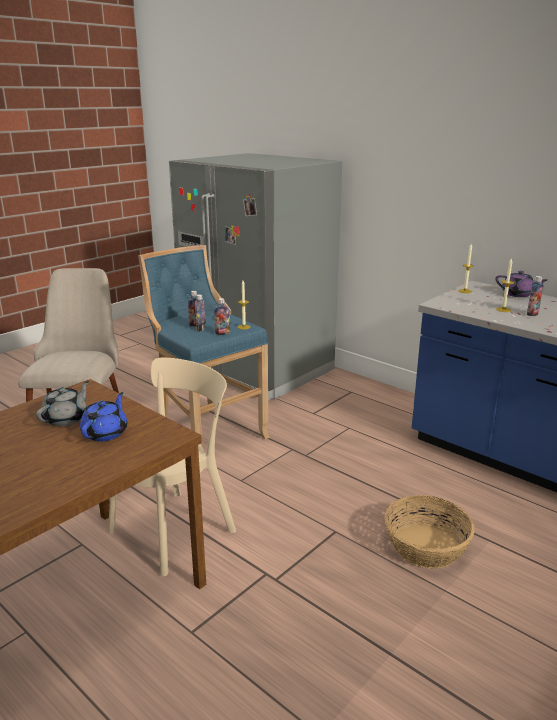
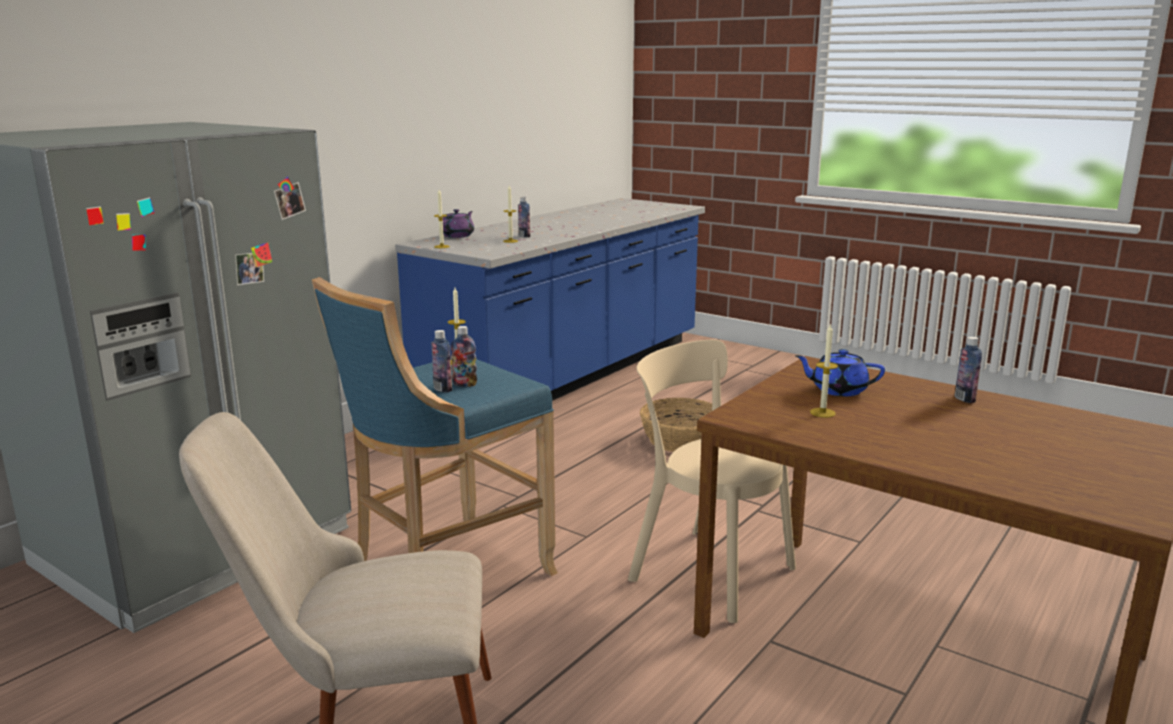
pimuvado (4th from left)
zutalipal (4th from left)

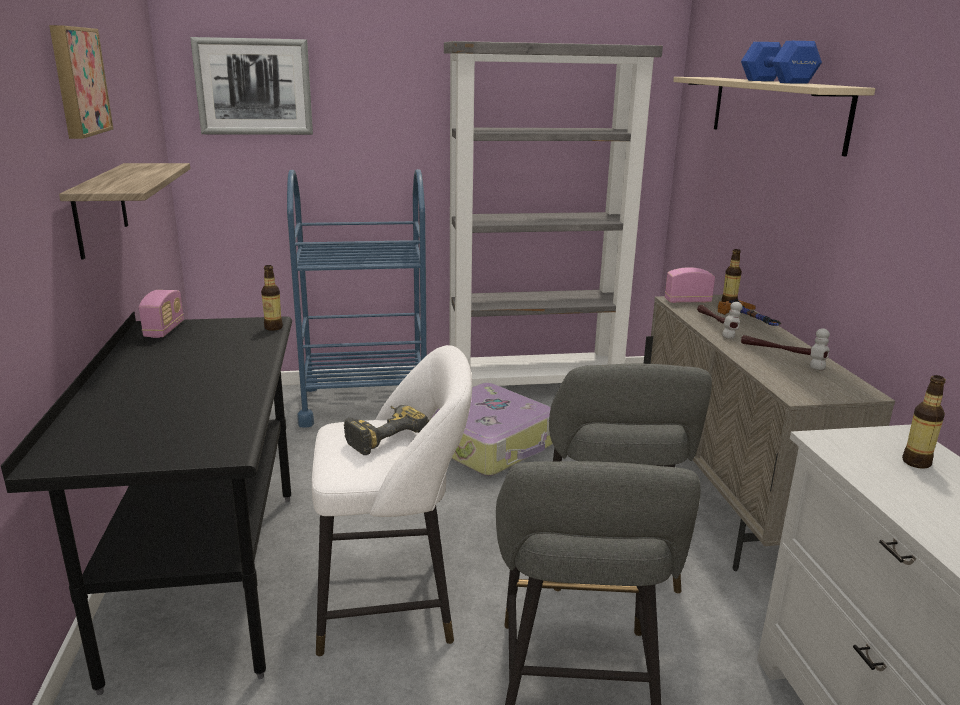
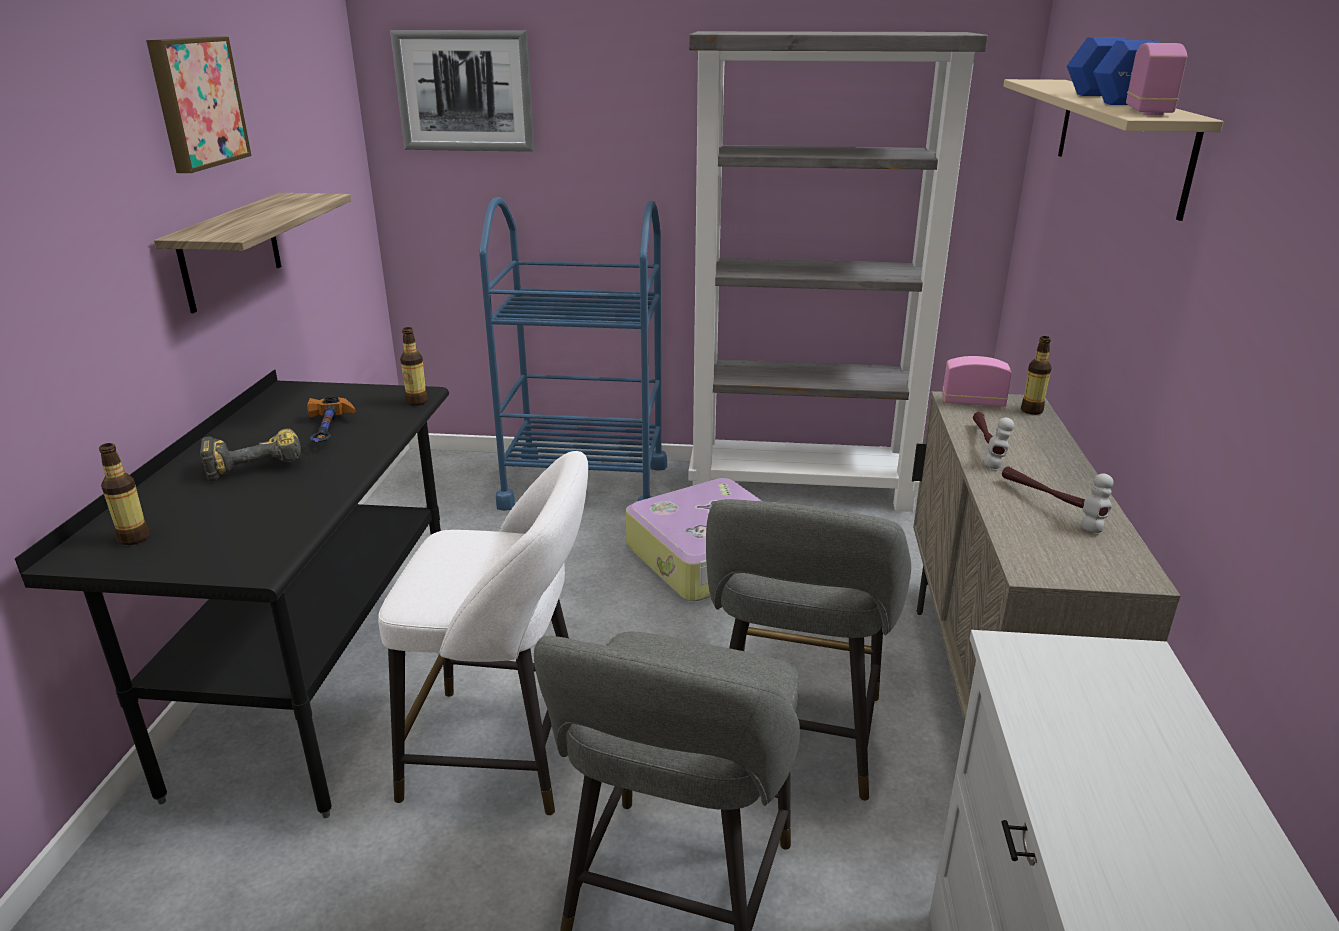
zutalipal (1st from left)
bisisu
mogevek (1st from left)
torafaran (2nd from left)

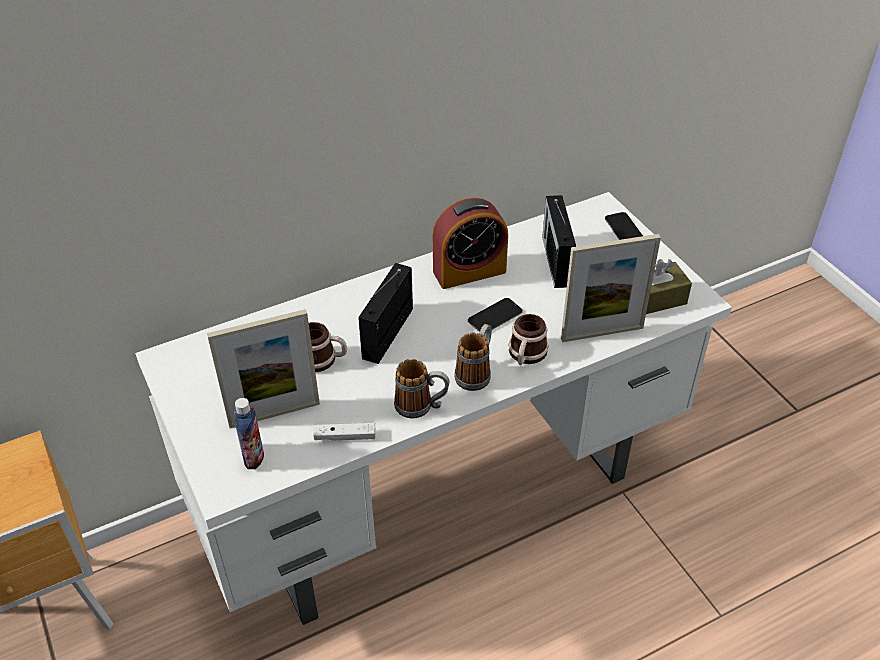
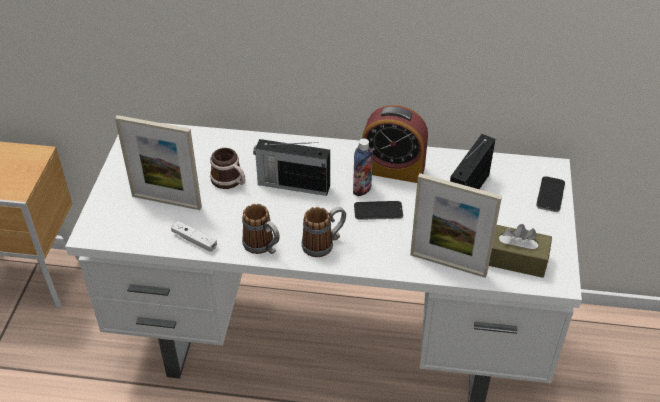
torafaran (1st from left)
zutalipal
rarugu (4th from left in the first image)

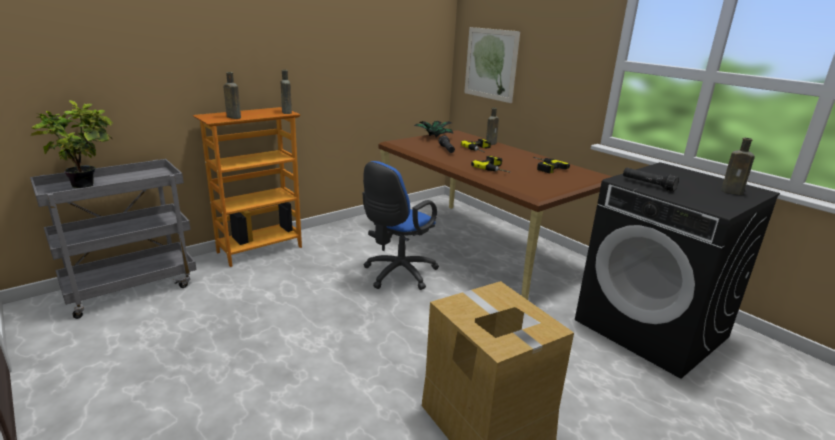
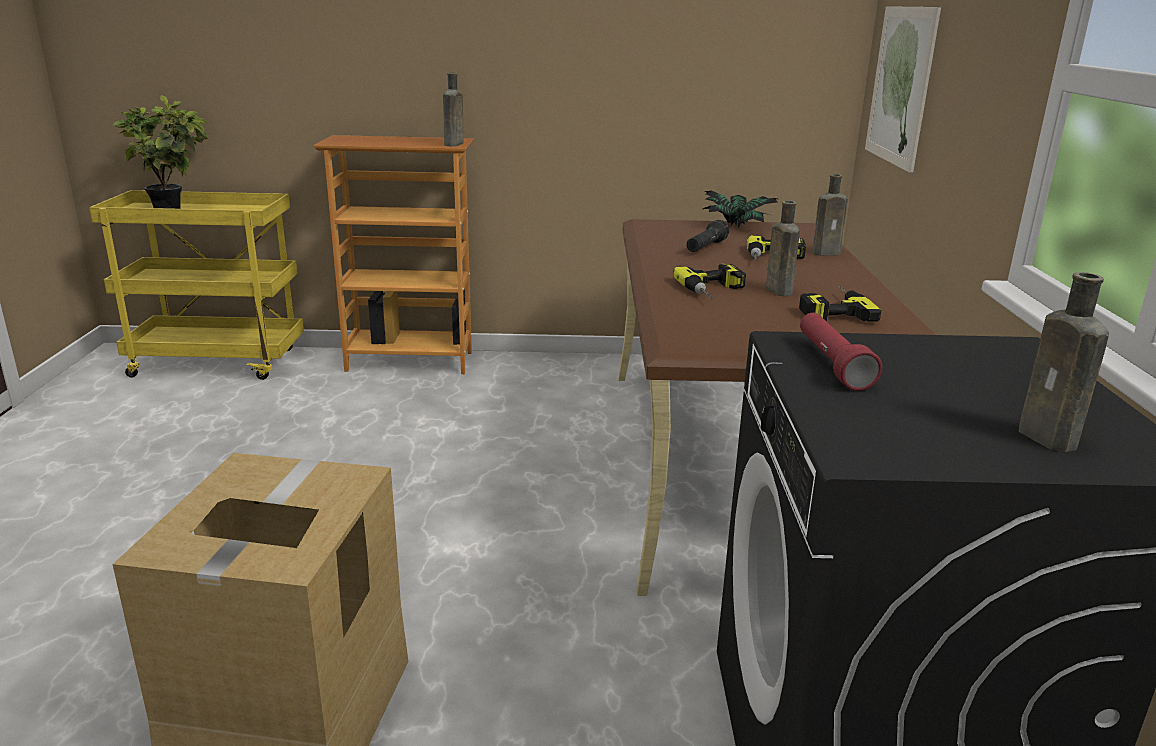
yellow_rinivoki
brown_zutalipal (2nd from left)
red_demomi
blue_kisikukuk

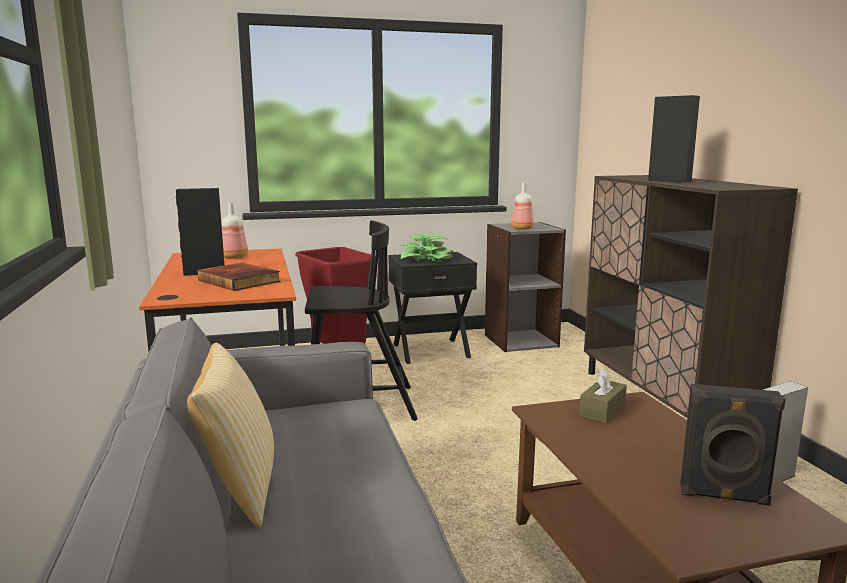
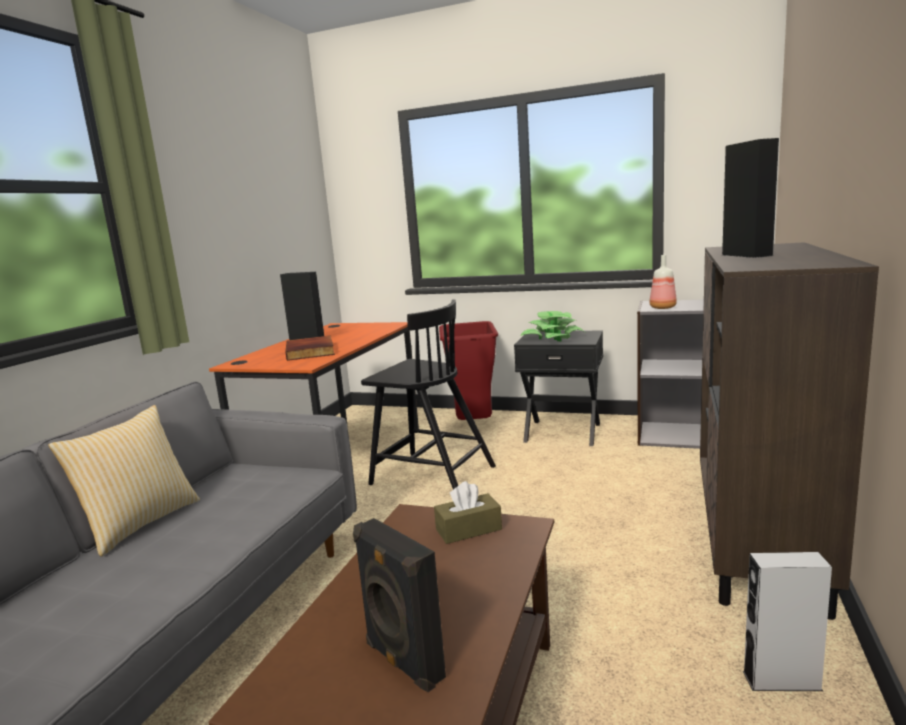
zutalipal (1st from left in the first image)

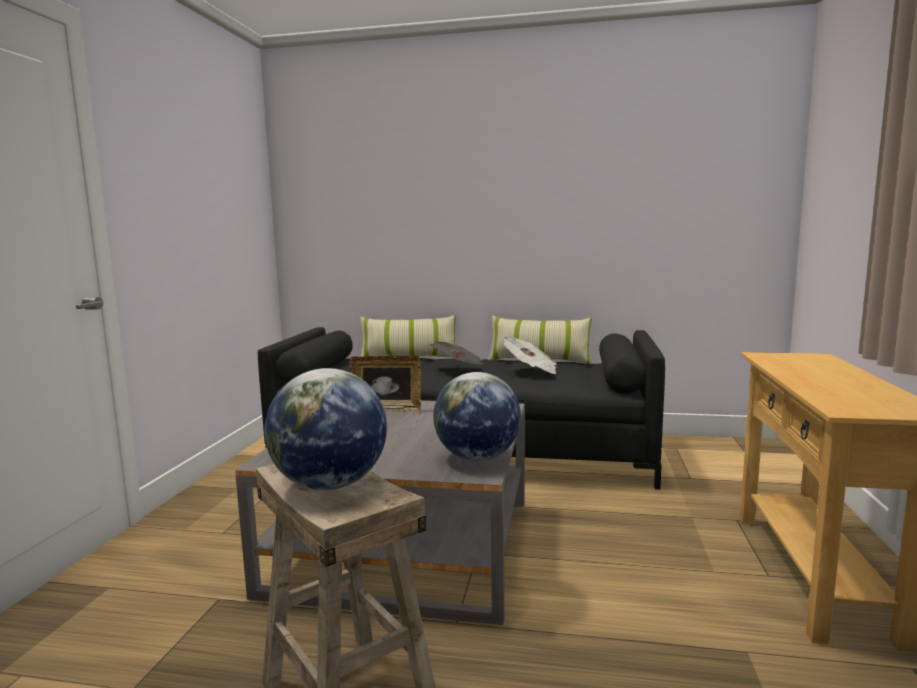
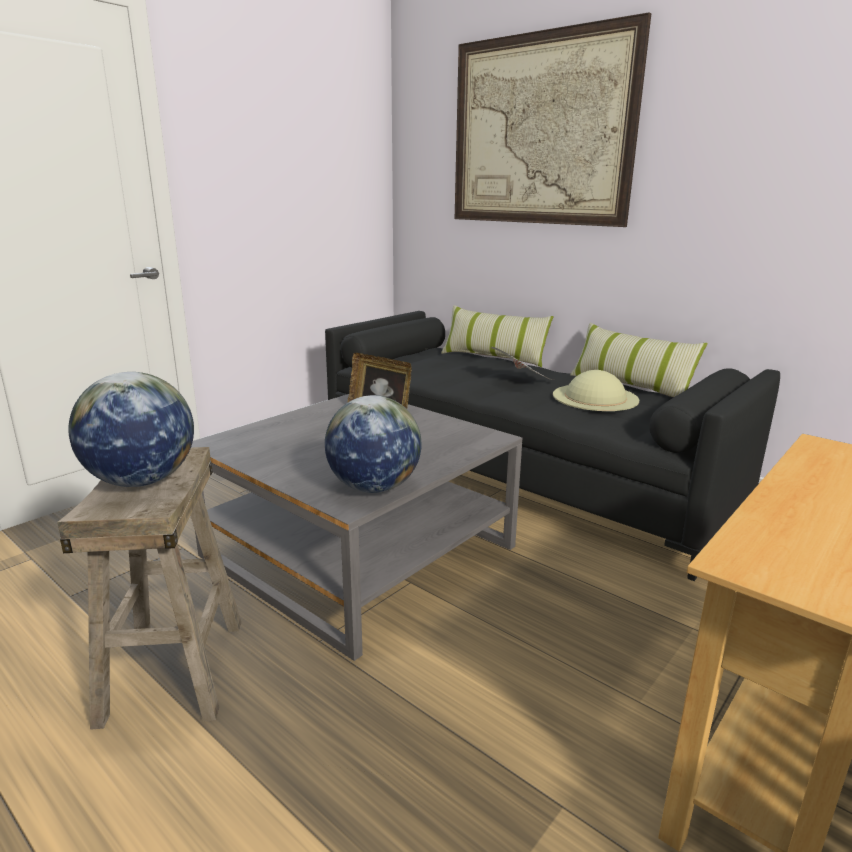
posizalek
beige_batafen

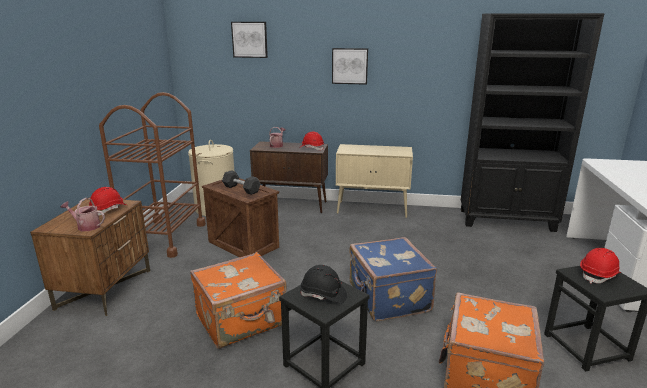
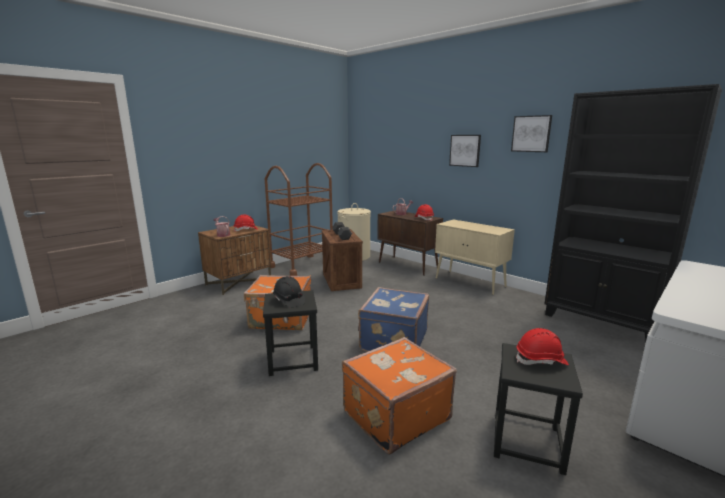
posizalek (2nd from left)

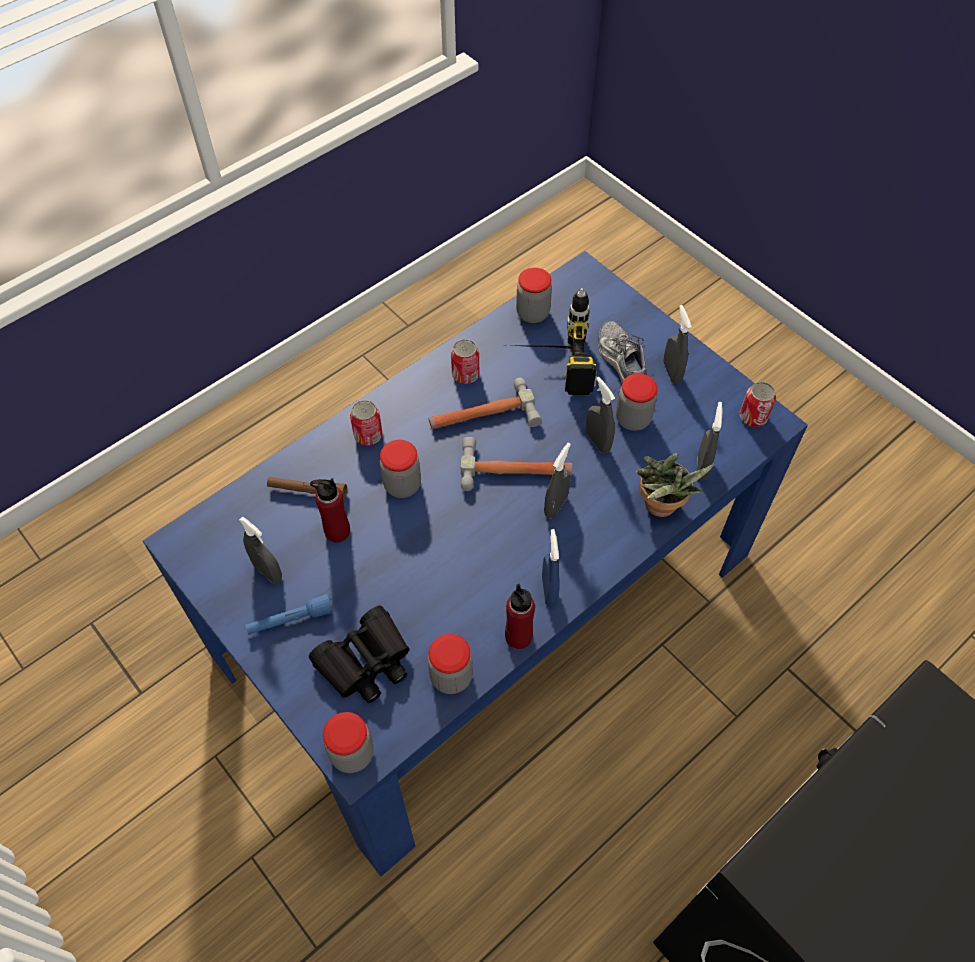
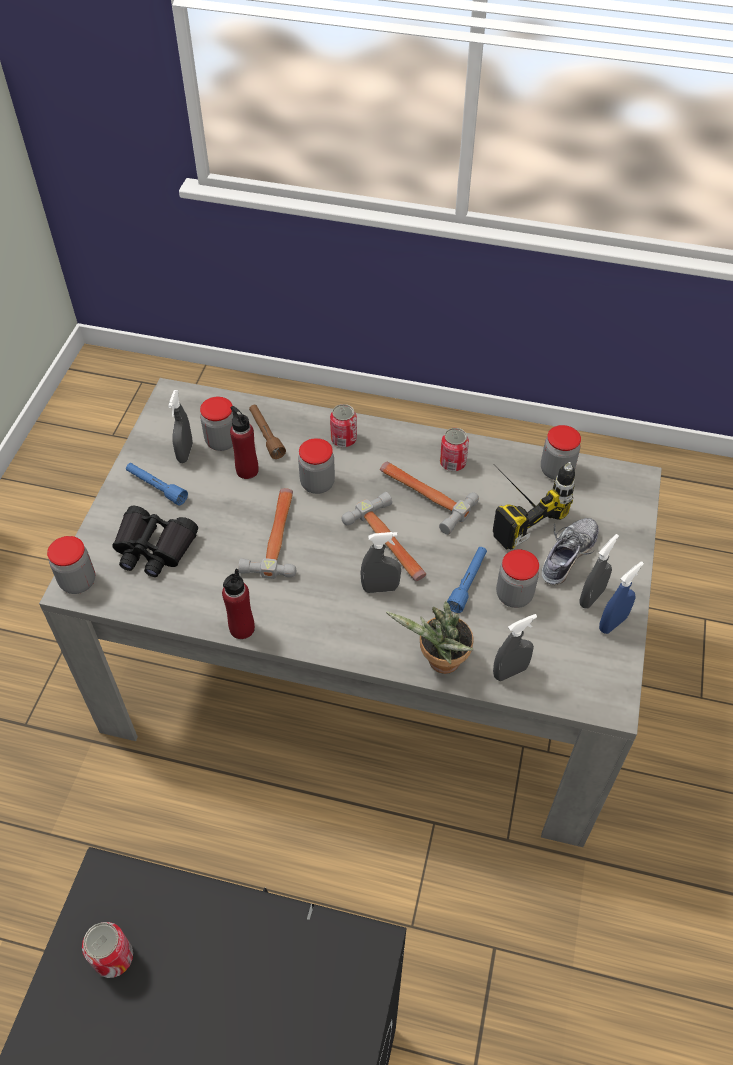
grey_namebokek
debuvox (1st from left)
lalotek (2nd from left)
mogevek (1st from left)
blue_demomi (2nd from left)
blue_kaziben

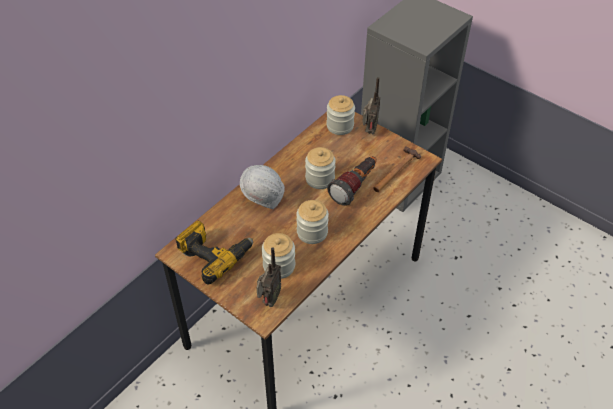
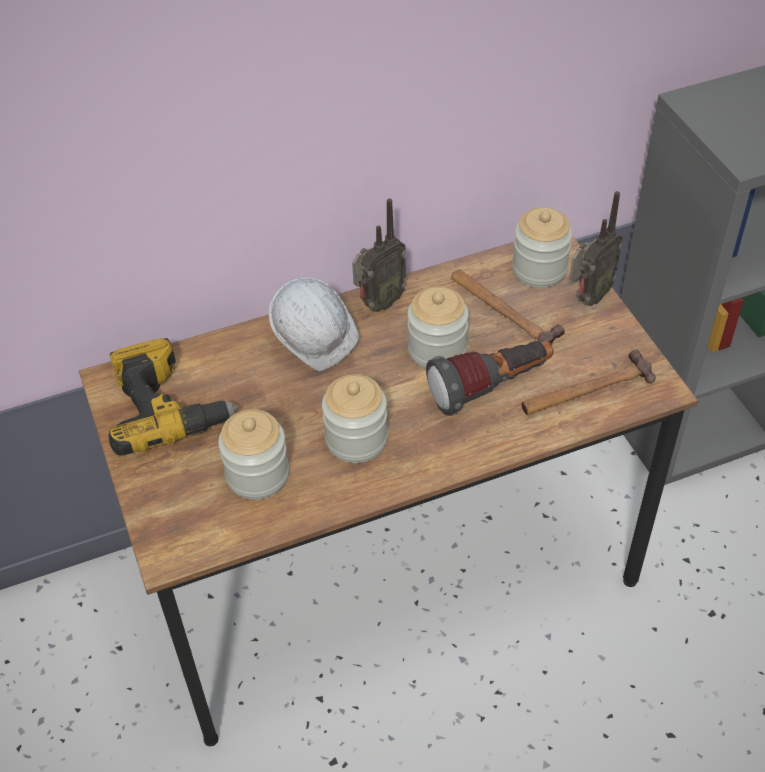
torafaran (1st from left)
mogevek (1st from left)

